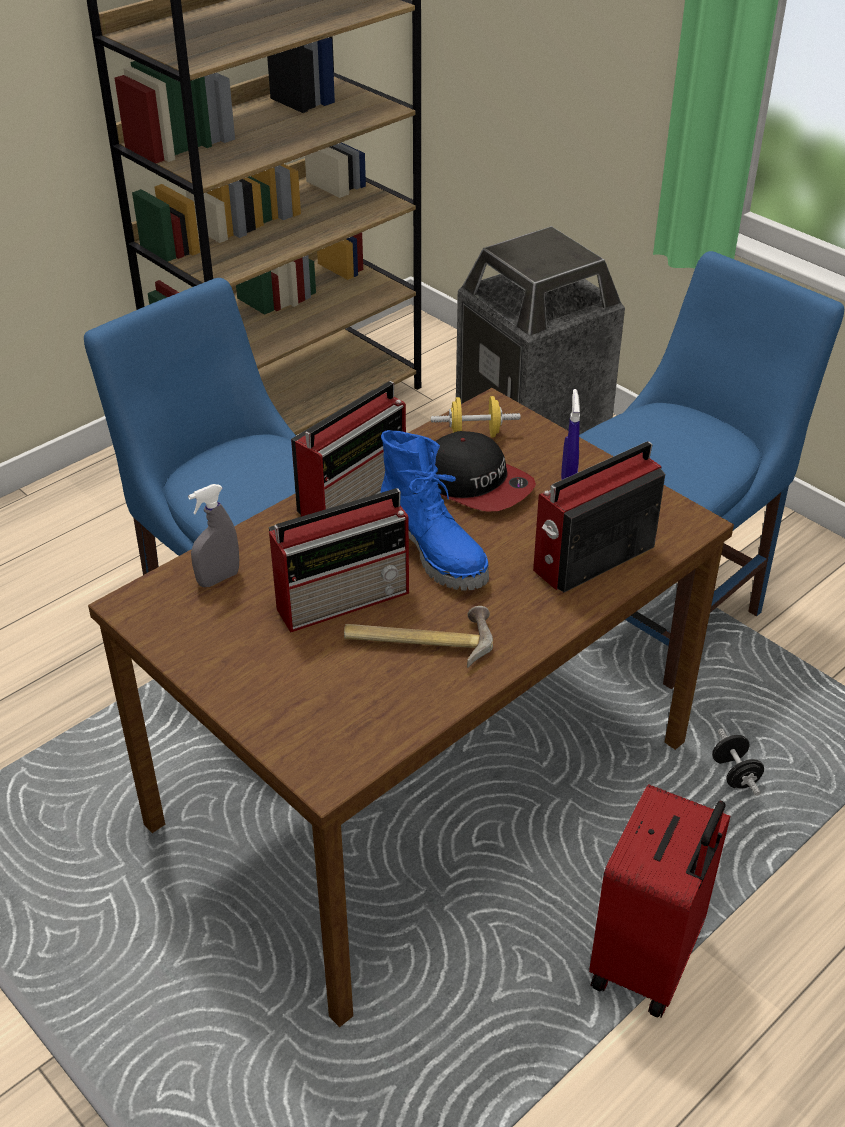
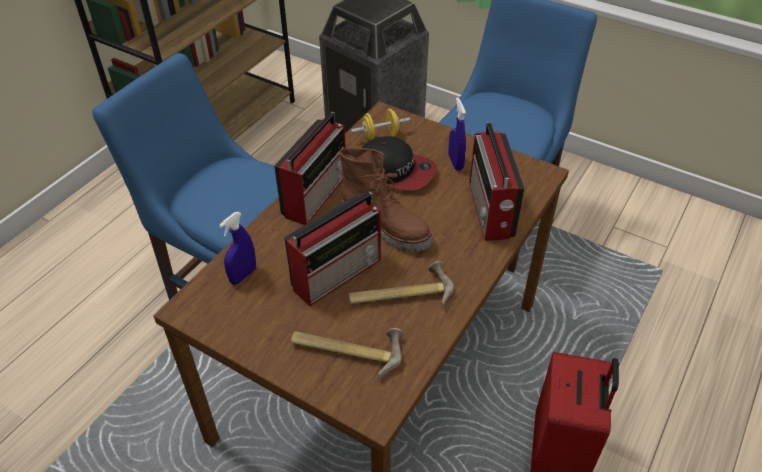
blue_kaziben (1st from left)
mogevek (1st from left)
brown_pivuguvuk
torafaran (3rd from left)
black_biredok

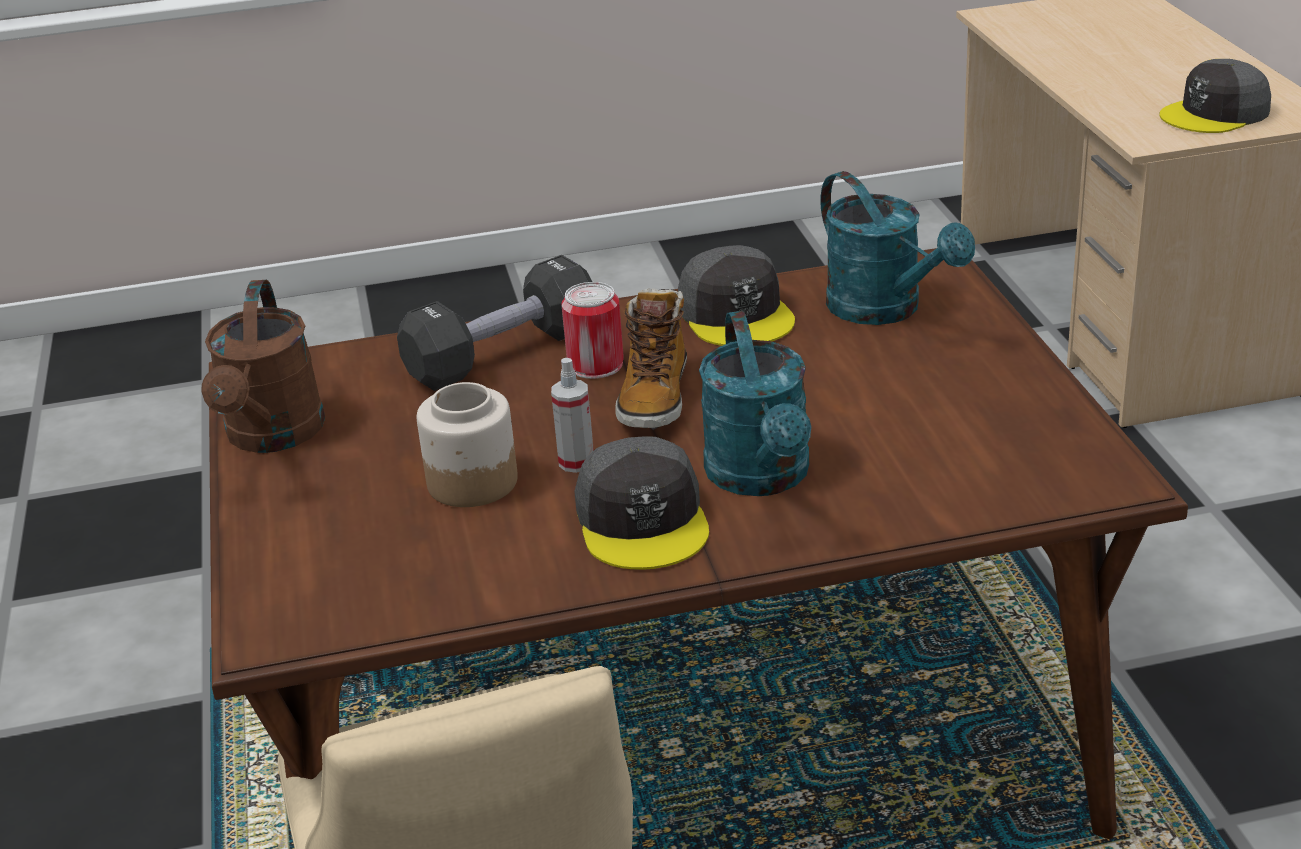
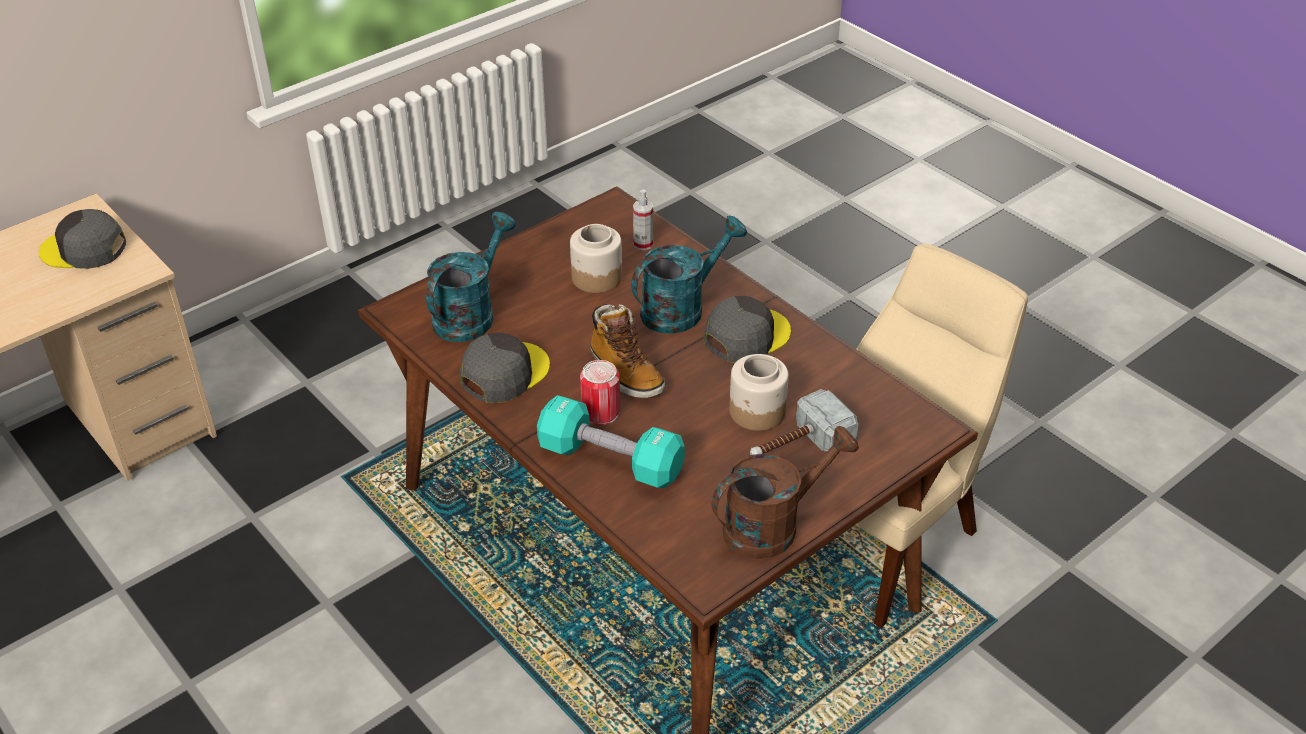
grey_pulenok (1st from left)
turquoise_biredok
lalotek (1st from left)
pivuguvuk
kaziben
mogevek

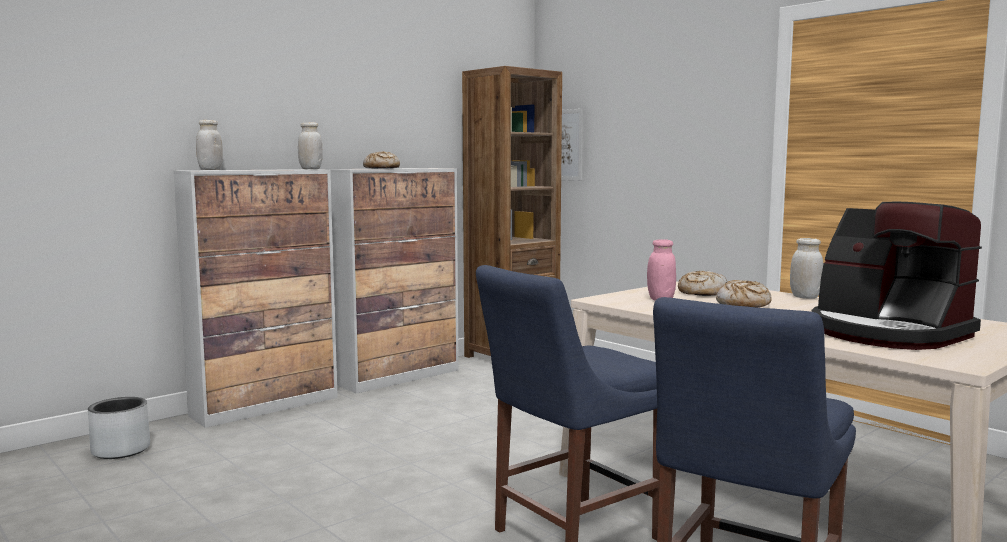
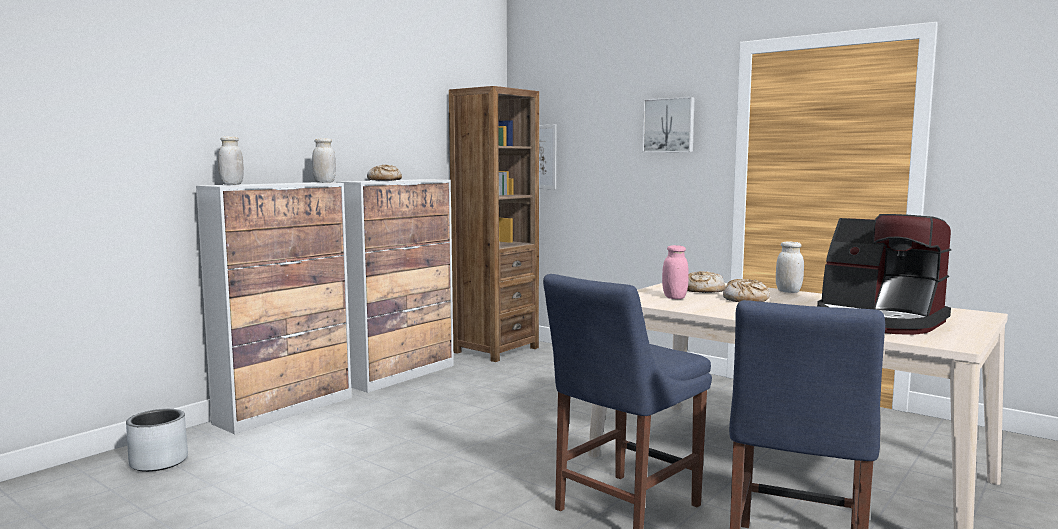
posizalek (2nd from left)

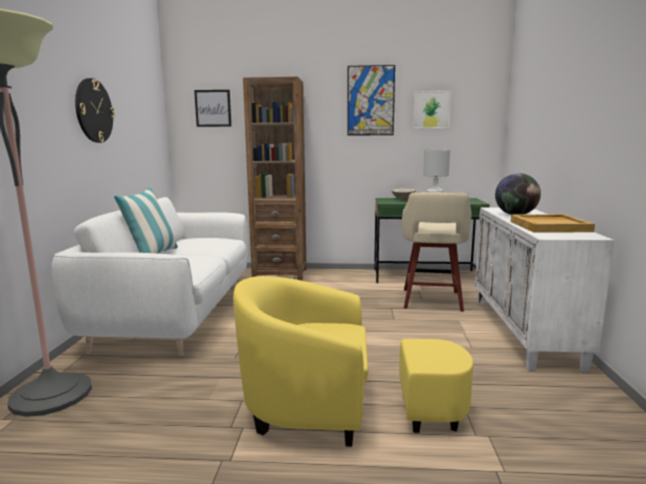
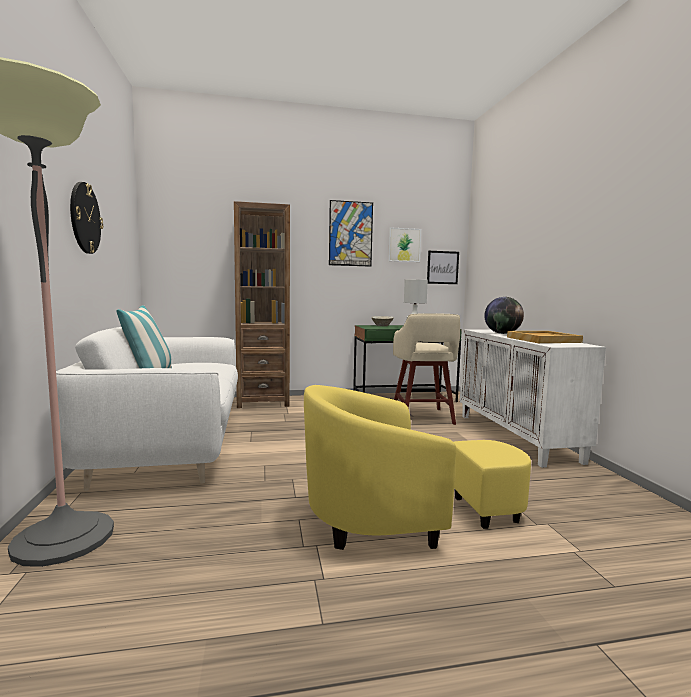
posizalek (3rd from left)

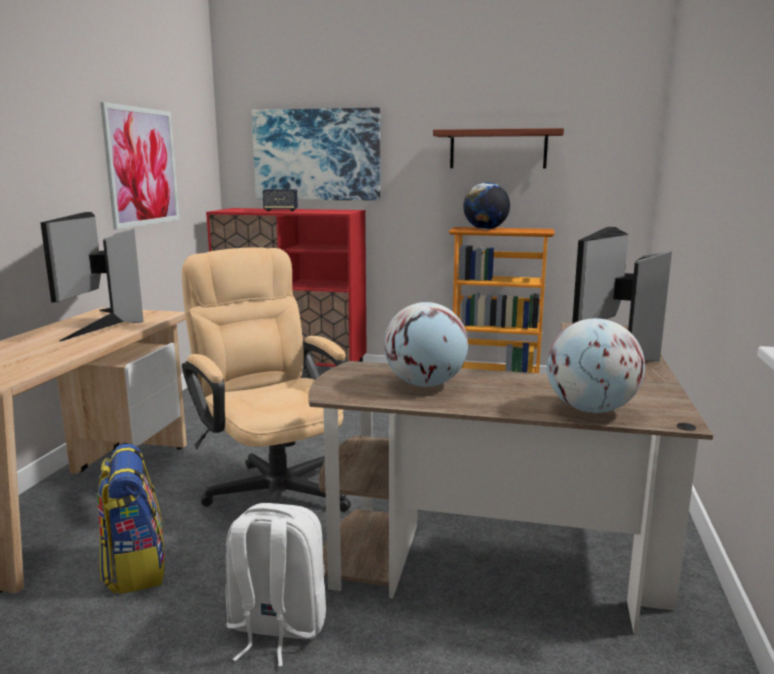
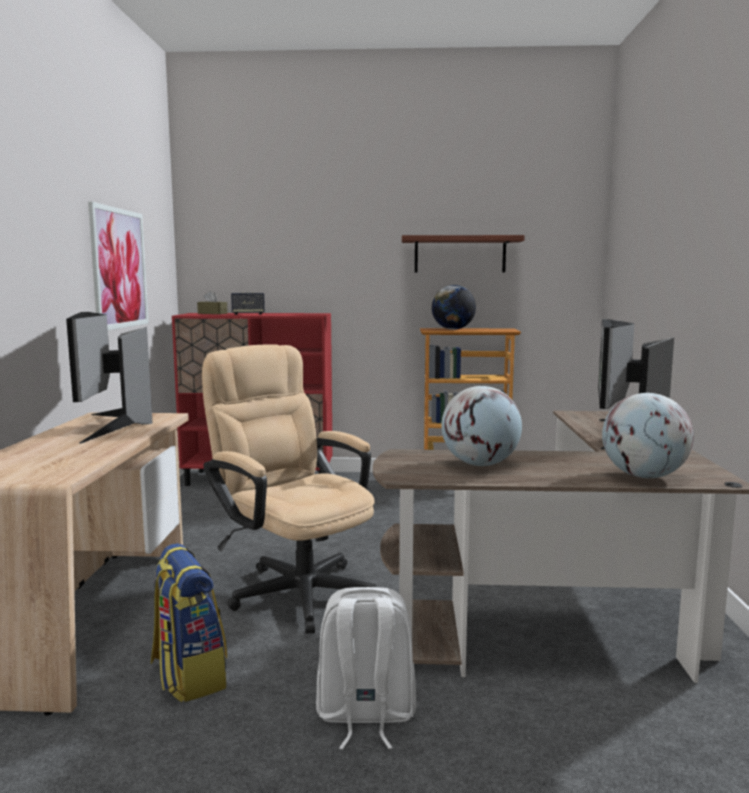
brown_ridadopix
posizalek (2nd from left in the first image)

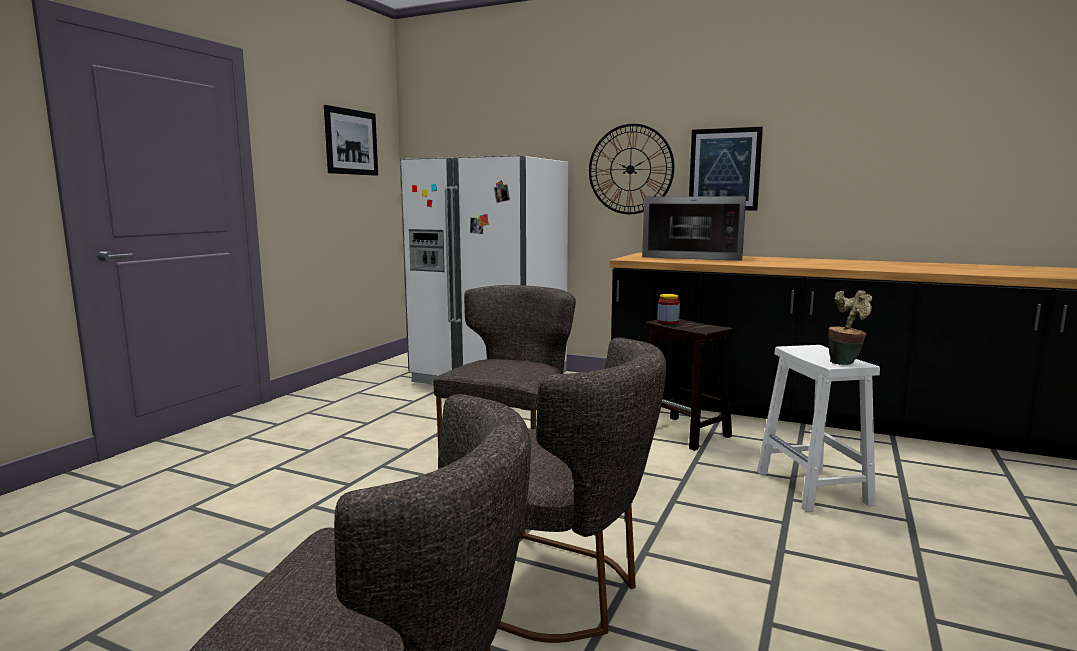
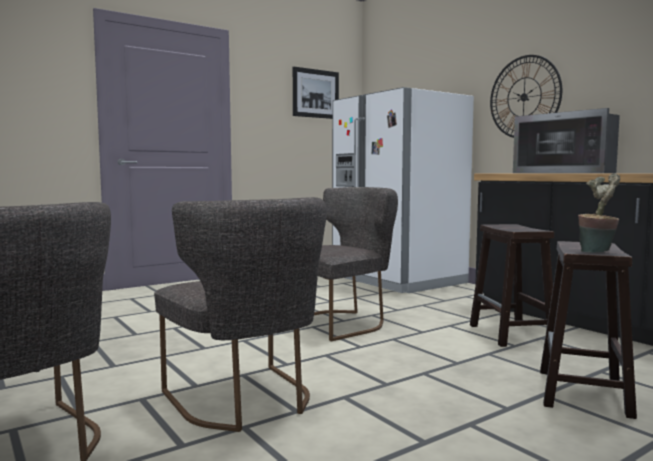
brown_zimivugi (2nd from left)
lalotek
posizalek (2nd from left in the first image)

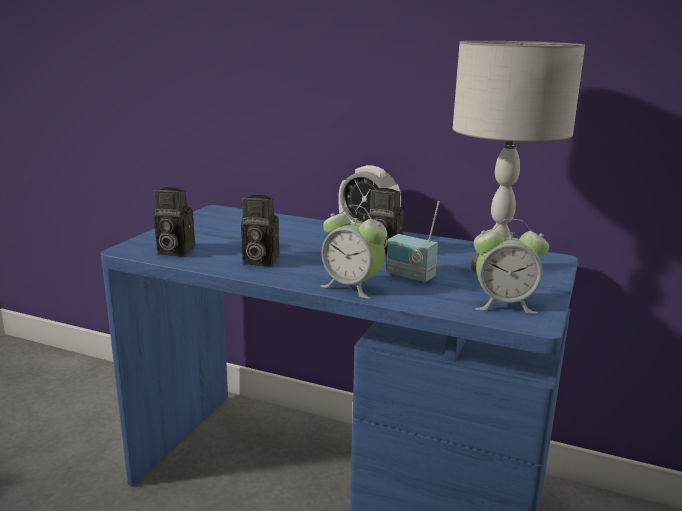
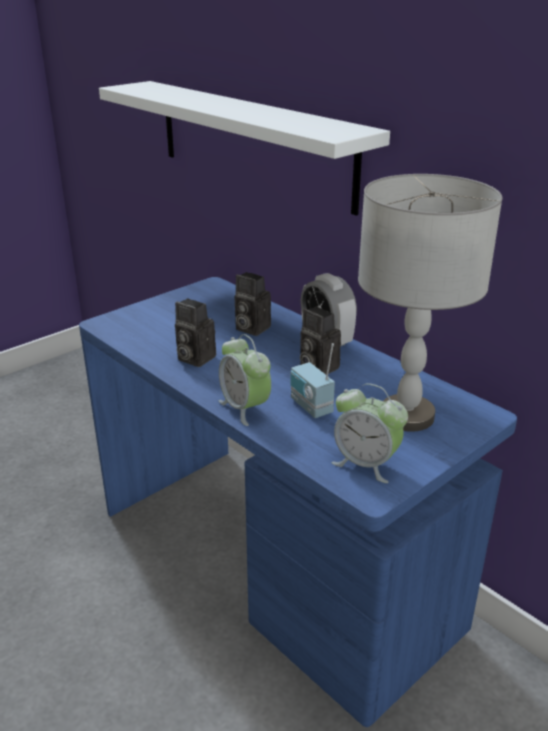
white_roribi
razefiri (2nd from left)

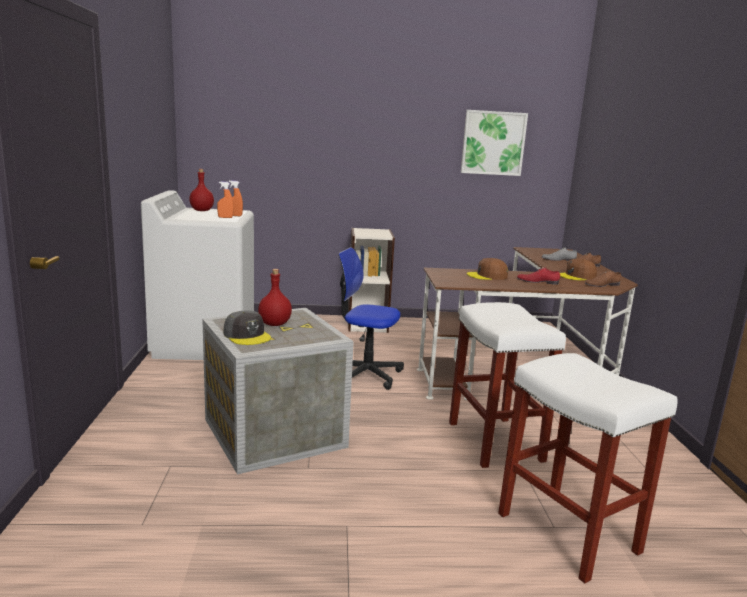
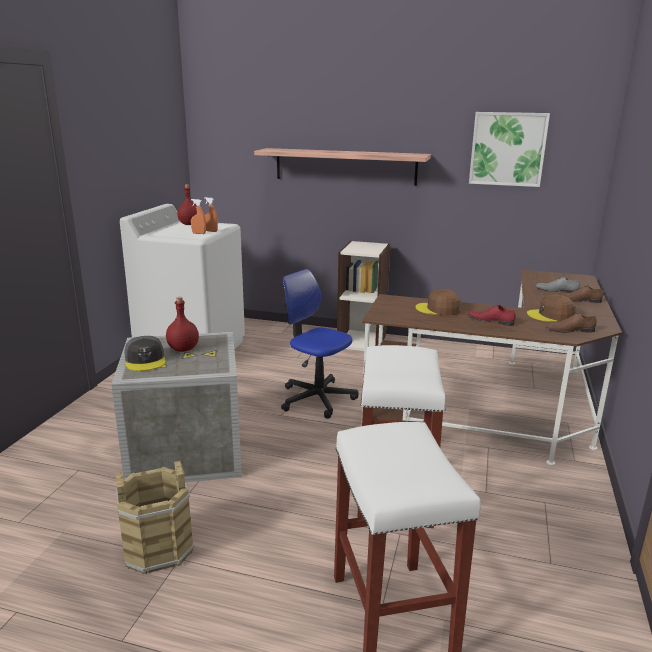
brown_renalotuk
roribi

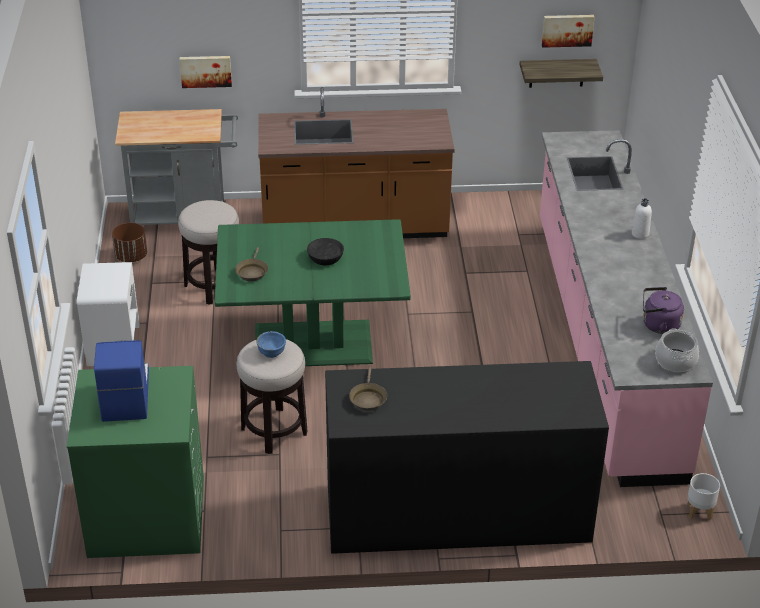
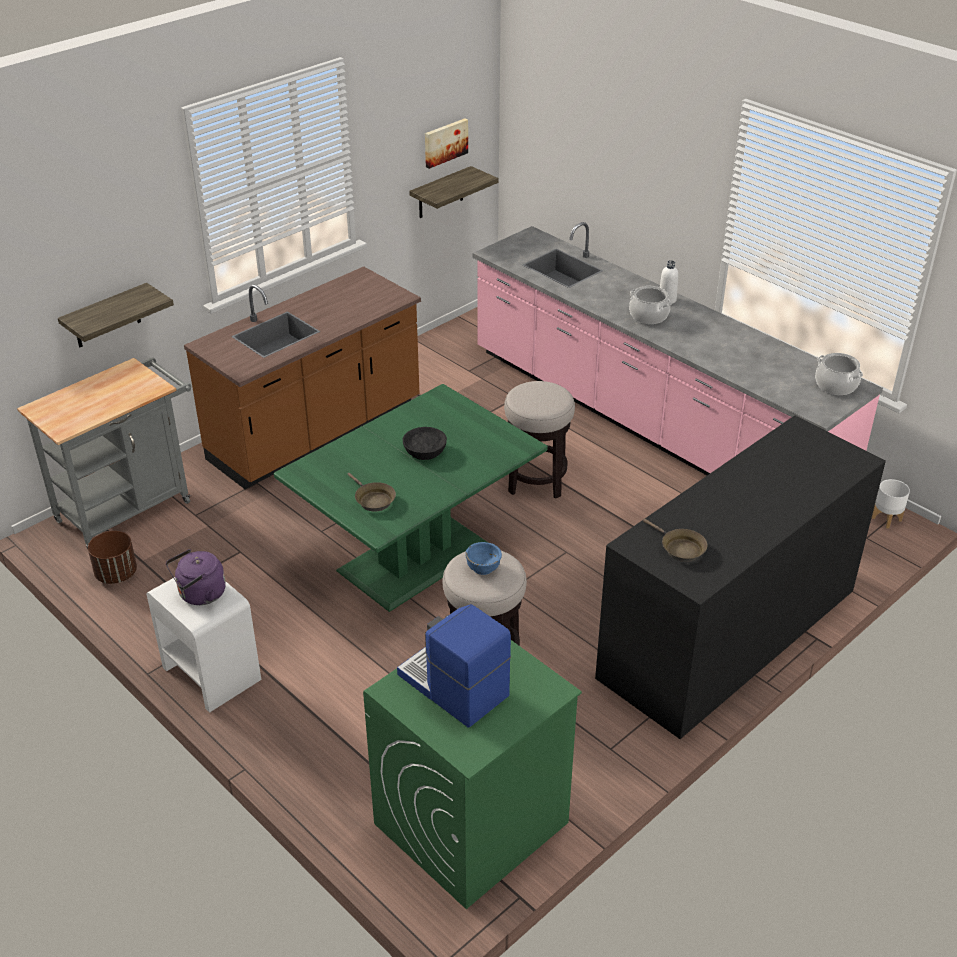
roribi (1st from left)
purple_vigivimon
zimivugi (2nd from left)
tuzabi (1st from left)

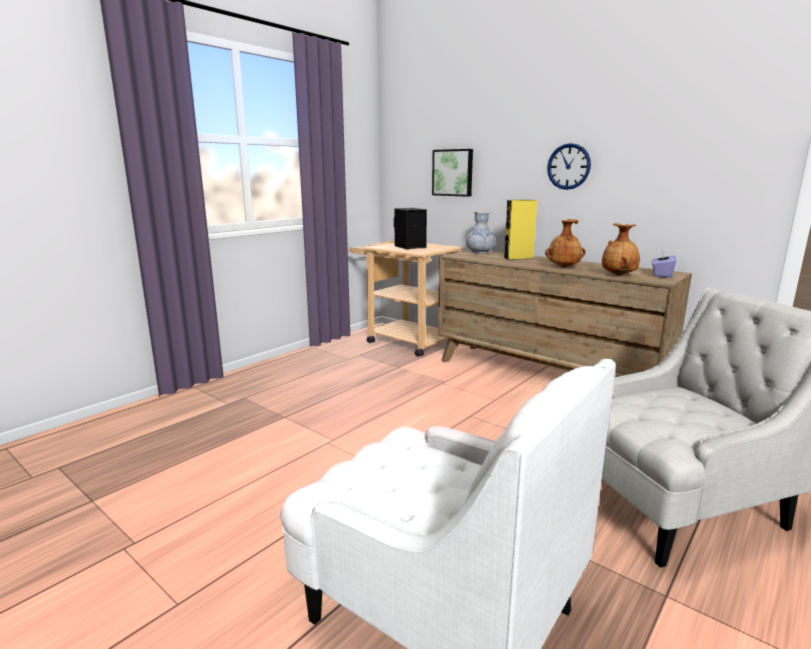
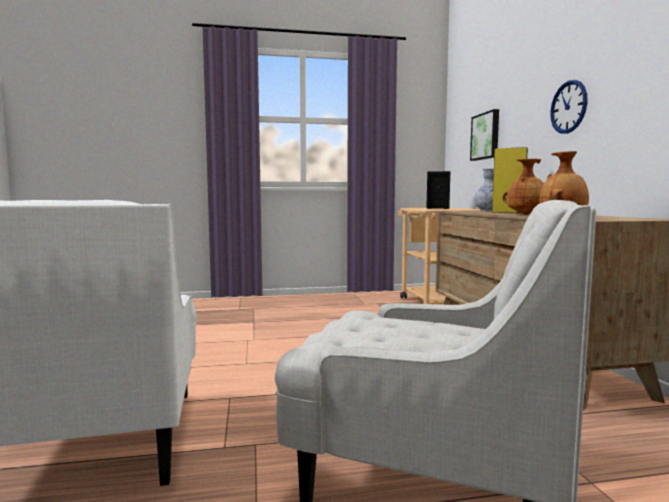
purple_ridadopix

